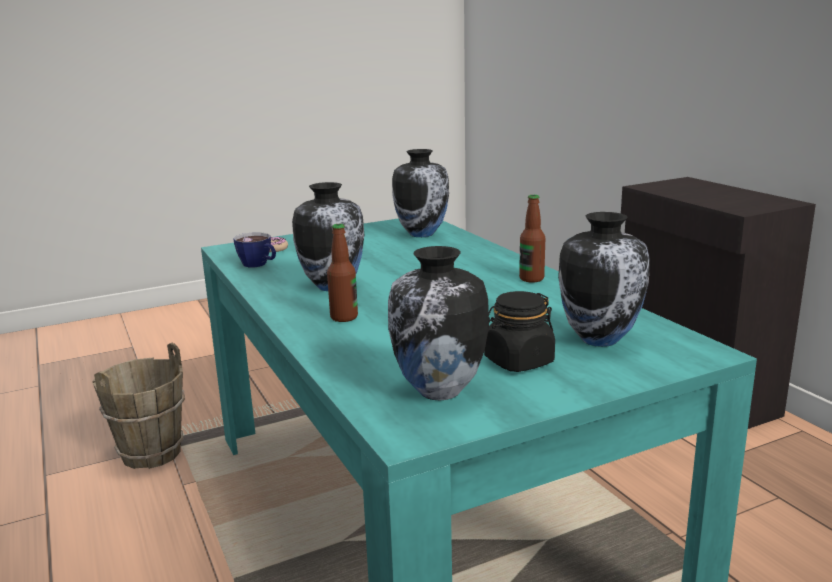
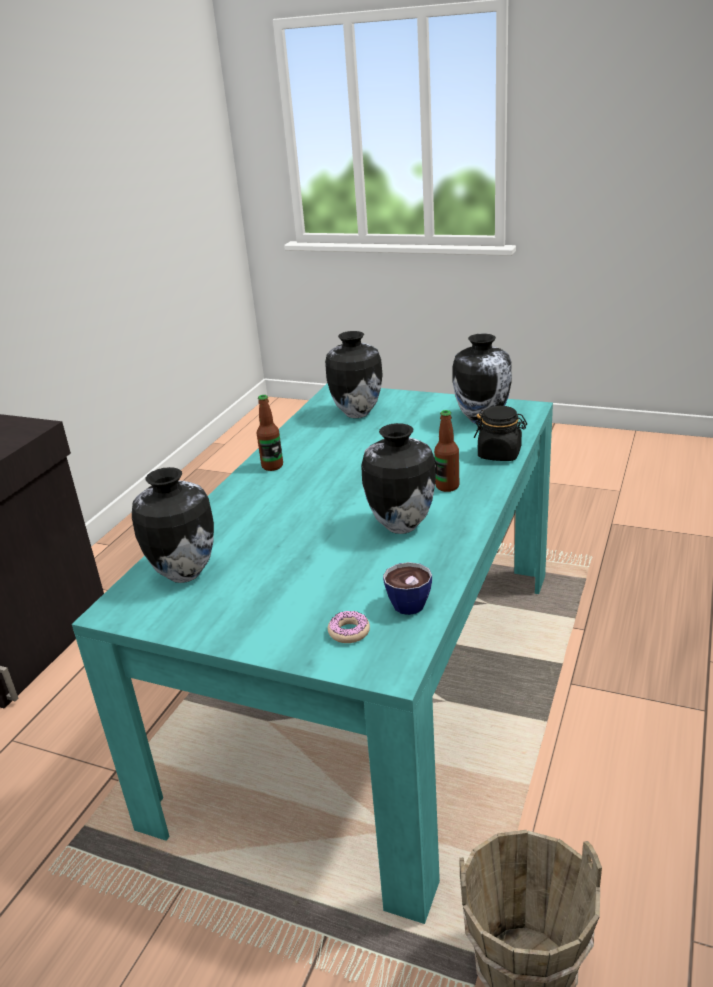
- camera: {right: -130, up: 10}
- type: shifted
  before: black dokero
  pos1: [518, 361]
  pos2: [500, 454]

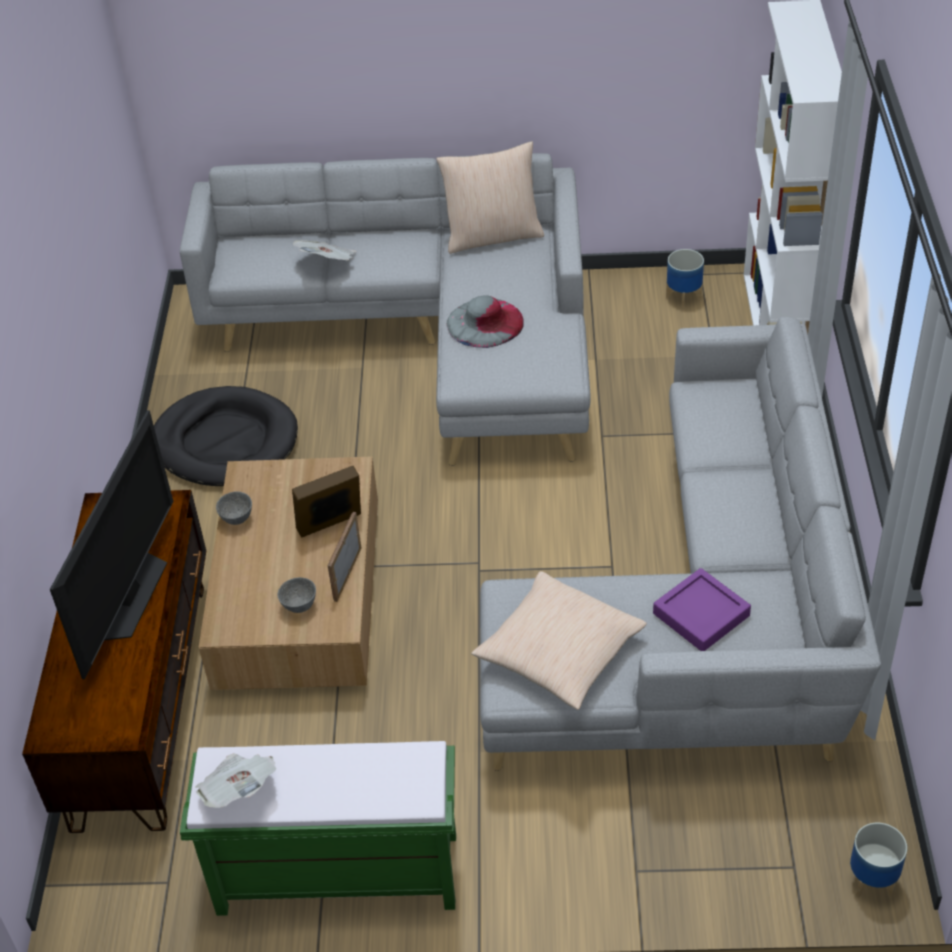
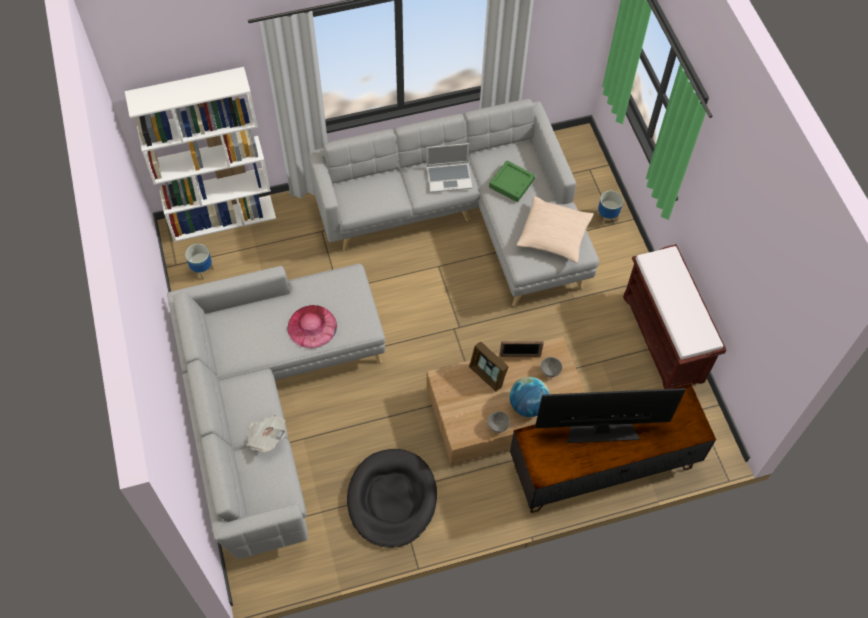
- camera: {right: -110, up: 15}
- type: repainted
  before: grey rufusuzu
  after: pink rufusuzu
  pos1: [485, 322]
  pos2: [312, 326]
- type: new
  after: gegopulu
  pos2: [449, 177]
- type: repainted
  before: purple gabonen
  after: green gabonen
  pos1: [701, 614]
  pos2: [511, 183]
- type: new
  after: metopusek
  pos2: [528, 405]
- type: shifted
  before: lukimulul
  pos1: [872, 882]
  pos2: [607, 217]
- type: repainted
  before: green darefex
  after: brown darefex
  pos1: [335, 875]
  pos2: [664, 339]
- type: gone
  before: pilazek
  pos1: [239, 790]
- type: gone
  before: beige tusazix
  pos1: [492, 236]

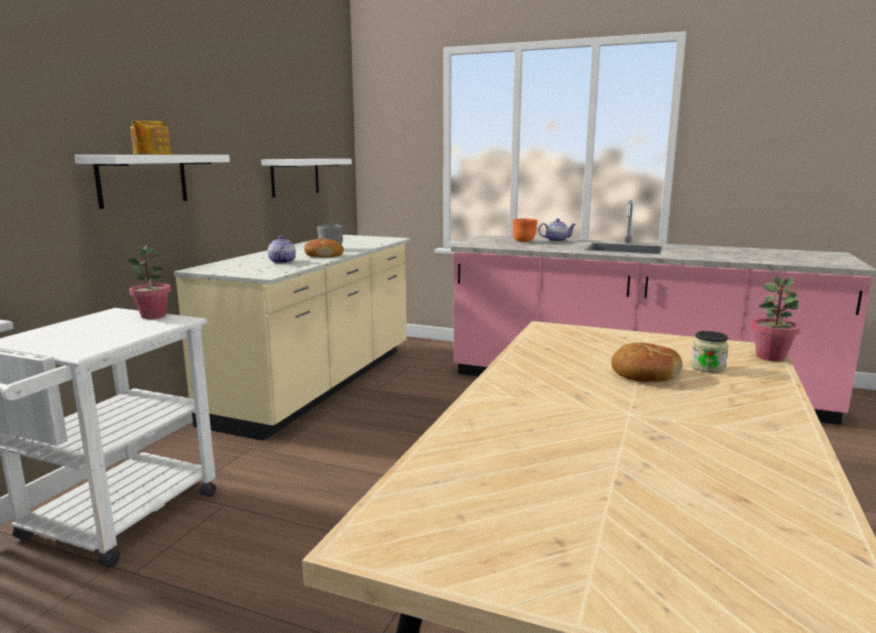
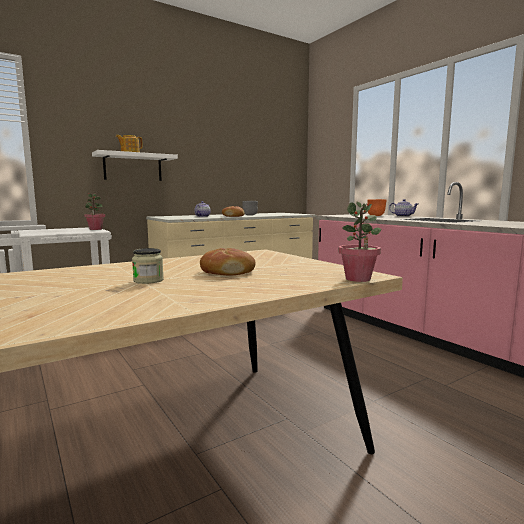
- camera: {right: 35, up: -5}
- type: shifted
  before: dokero
  pos1: [707, 367]
  pos2: [148, 280]
- type: gone
  before: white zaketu
  pos1: [295, 177]

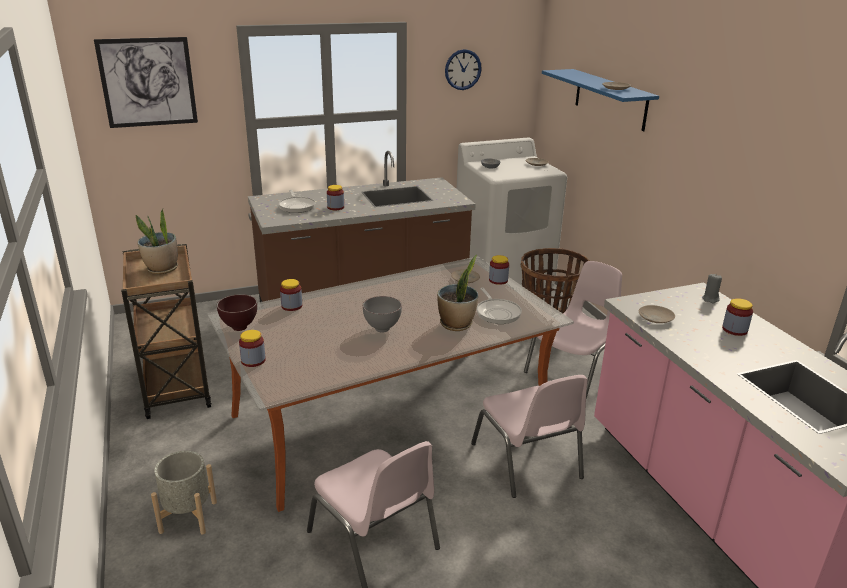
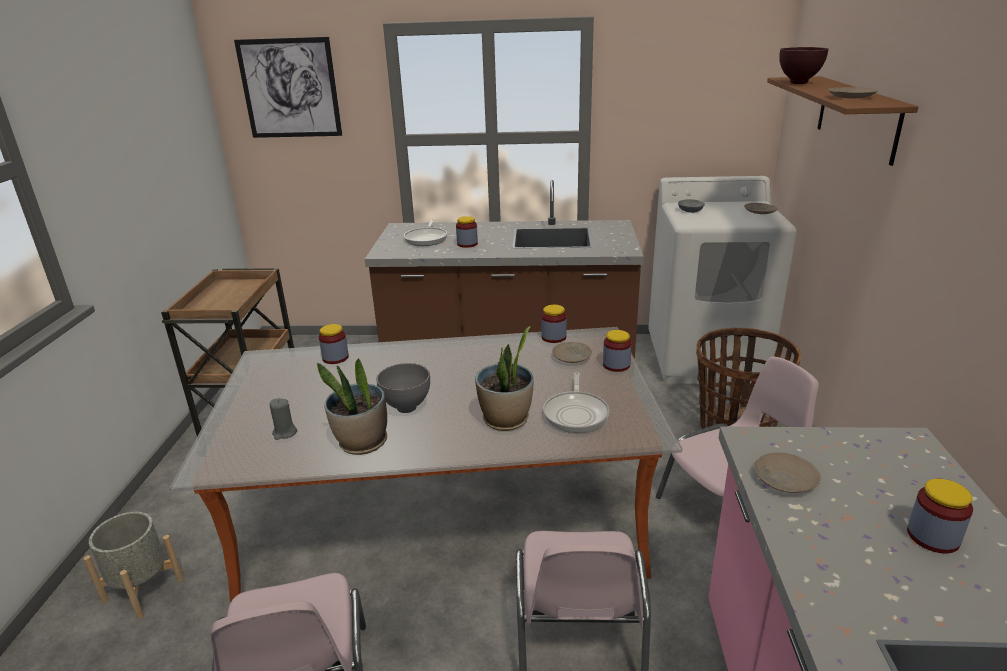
- camera: {right: 25, up: 0}
- type: shifted
  before: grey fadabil
  pos1: [710, 299]
  pos2: [284, 433]
- type: shifted
  before: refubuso
  pos1: [162, 269]
  pos2: [362, 443]
- type: shifted
  before: dokero
  pos1: [253, 360]
  pos2: [553, 337]
- type: repainted
  before: blue zaketu
  after: brown zaketu
  pos1: [610, 99]
  pos2: [857, 117]
- type: shifted
  before: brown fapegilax
  pos1: [238, 328]
  pos2: [797, 83]
- type: gone
  before: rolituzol
  pos1: [463, 69]

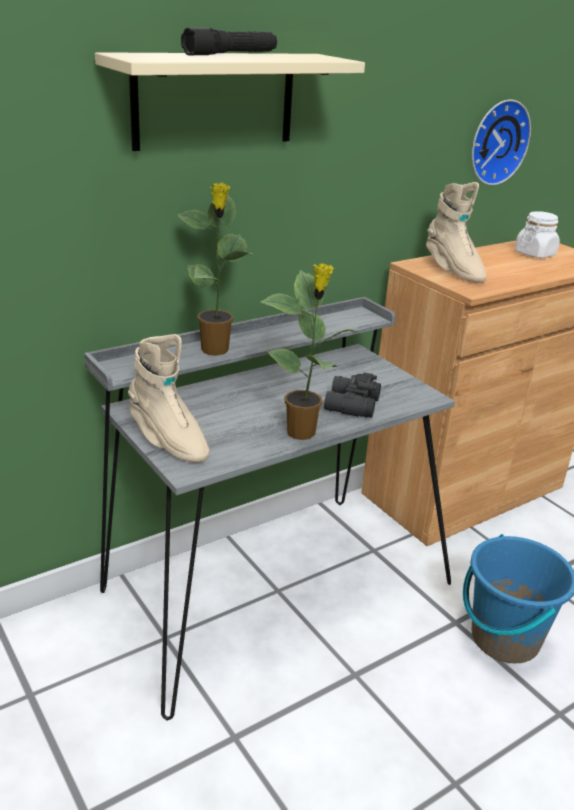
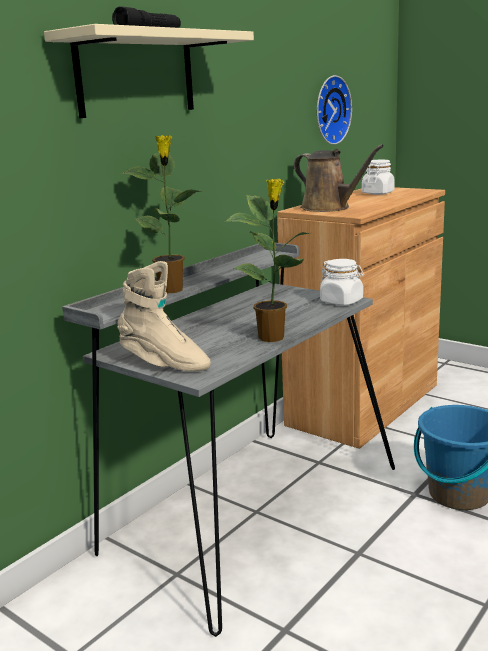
- camera: {right: -15, up: -10}
- type: swapped
  before: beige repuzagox
  after: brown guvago
  pos1: [452, 270]
  pos2: [329, 208]
- type: new
  after: white dokero
  pos2: [342, 301]
- type: gone
  before: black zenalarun
  pos1: [350, 405]

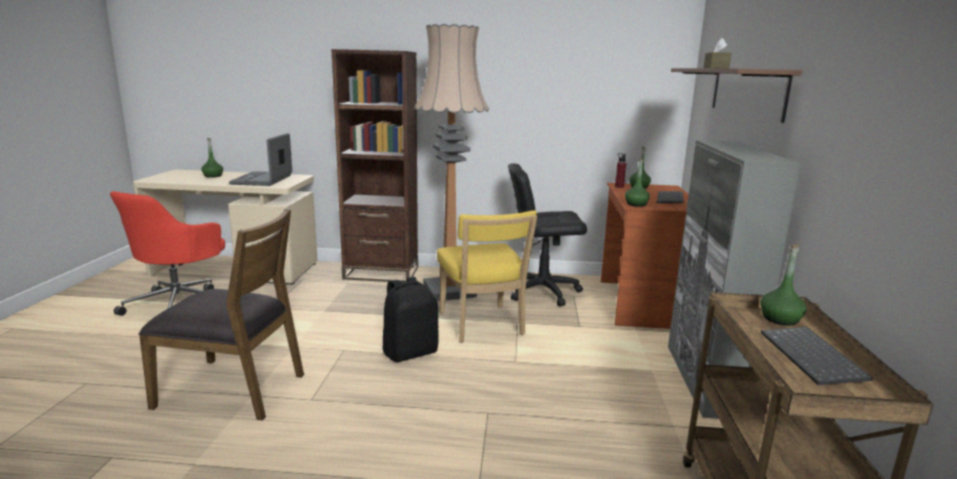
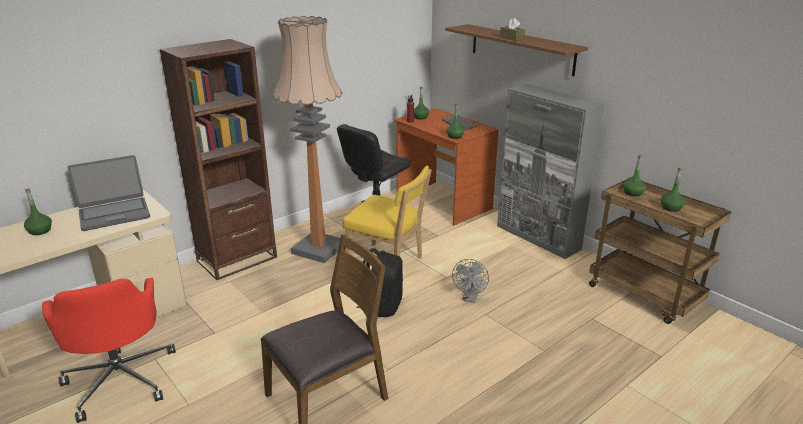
- camera: {right: -45, up: 10}
- type: rotated
  before: gegopulu
  pos1: [263, 180]
  pos2: [114, 214]
  turn: -75
- type: new
  after: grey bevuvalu
  pos2: [470, 298]
- type: swapped
  before: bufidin
  after: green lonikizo
  pos1: [814, 358]
  pos2: [671, 208]

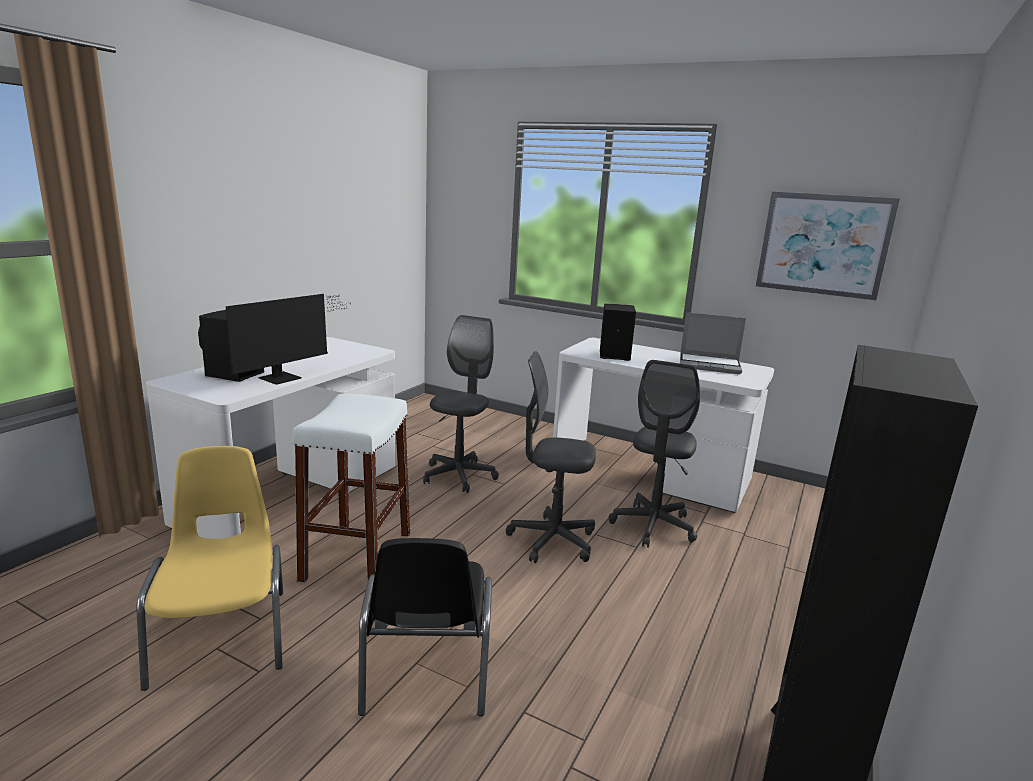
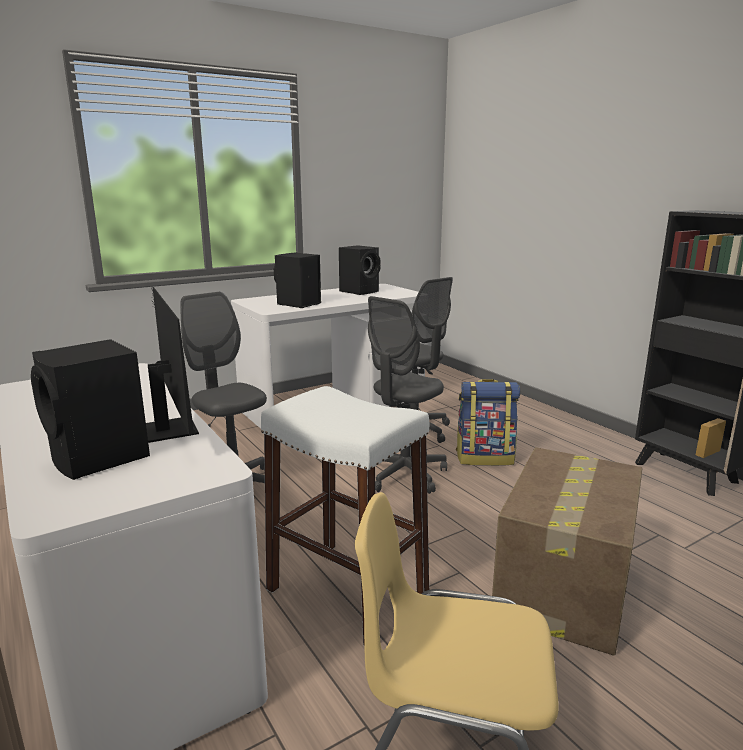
- camera: {right: -60, up: 0}
- type: swapped
  before: gegopulu
  after: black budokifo
  pos1: [710, 365]
  pos2: [360, 291]
- type: new
  after: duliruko
  pos2: [485, 457]
- type: swapped
  before: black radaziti
  after: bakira
  pos1: [426, 668]
  pos2: [564, 586]
- type: gone
  before: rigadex
  pos1: [823, 244]

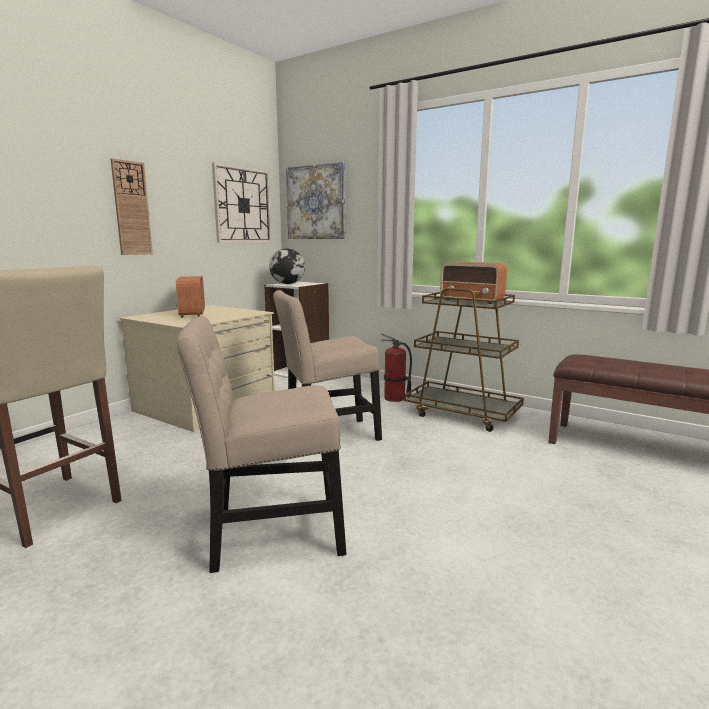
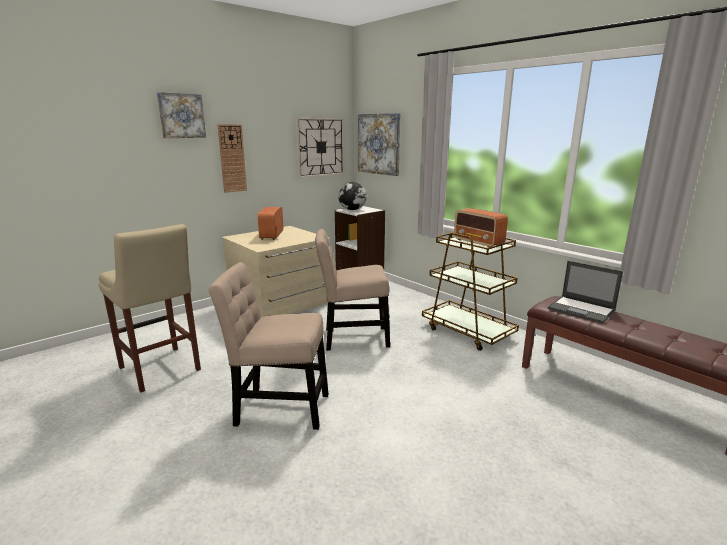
- camera: {right: 15, up: 5}
- type: new
  after: rigadex
  pos2: [181, 116]
- type: new
  after: gegopulu
  pos2: [582, 310]
- type: gone
  before: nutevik
  pos1: [394, 398]

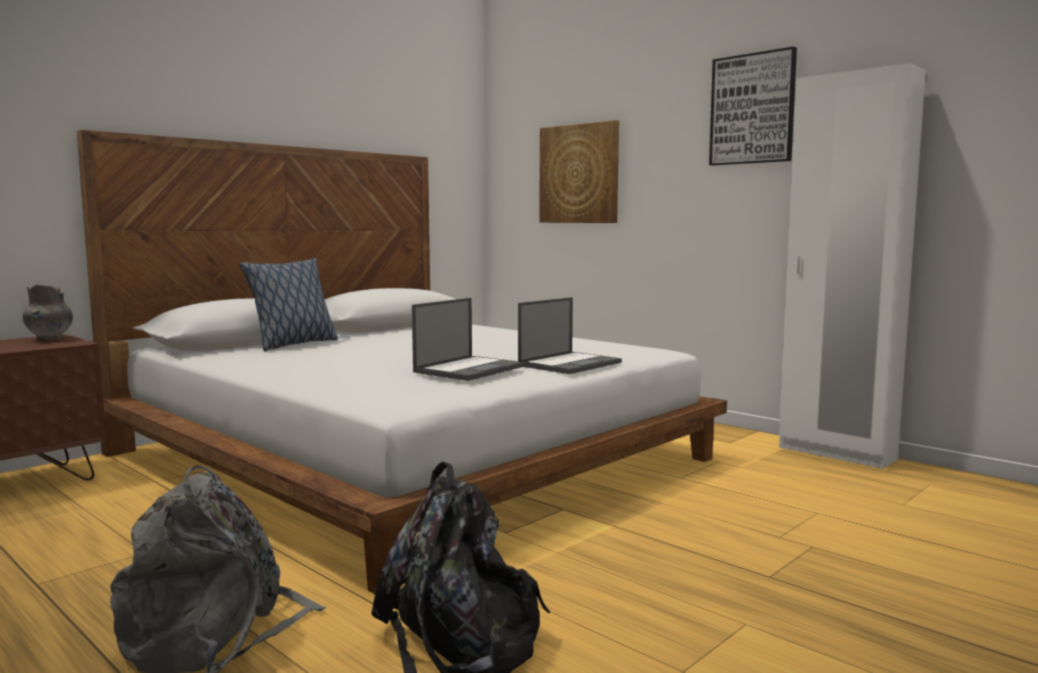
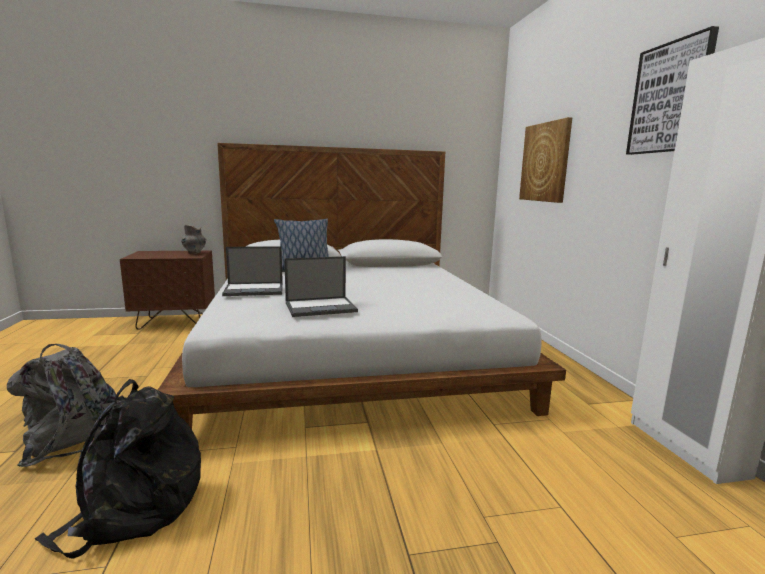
- camera: {right: 35, up: 5}
- type: shifted
  before: gegopulu
  pos1: [570, 364]
  pos2: [255, 290]

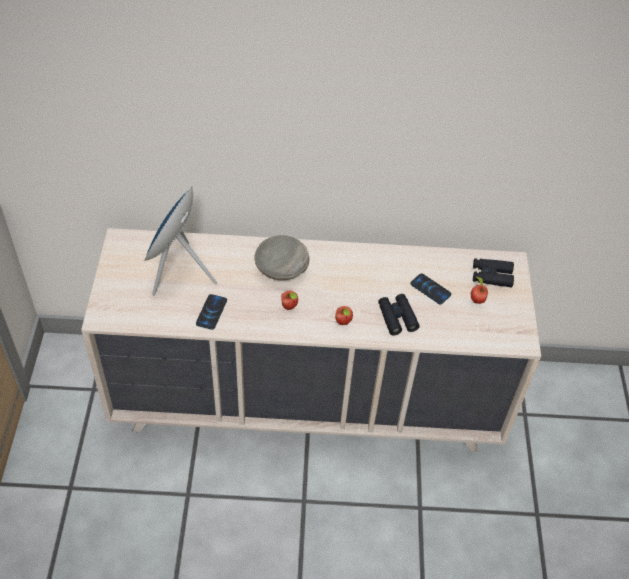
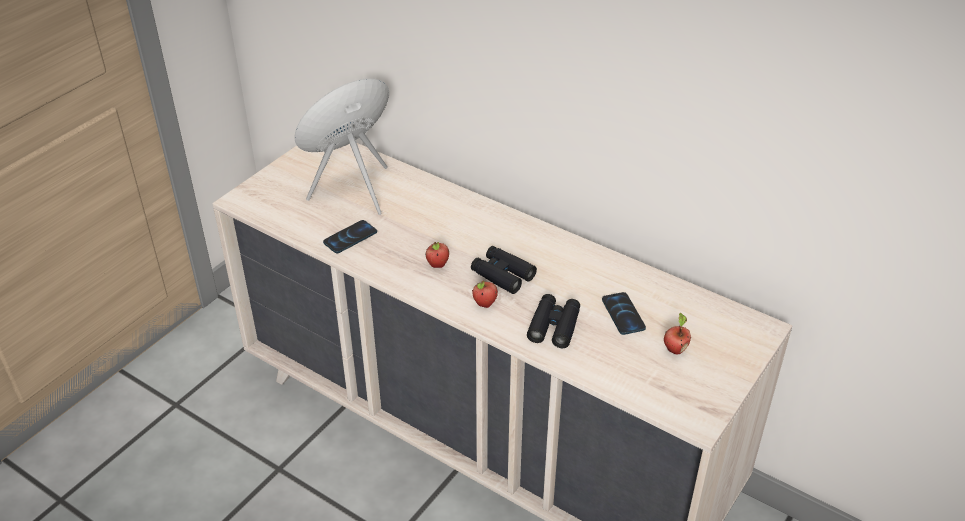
- camera: {right: 35, up: -10}
- type: shifted
  before: black zenalarun
  pos1: [491, 276]
  pos2: [502, 275]
- type: gone
  before: grey fapegilax
  pos1: [281, 268]

